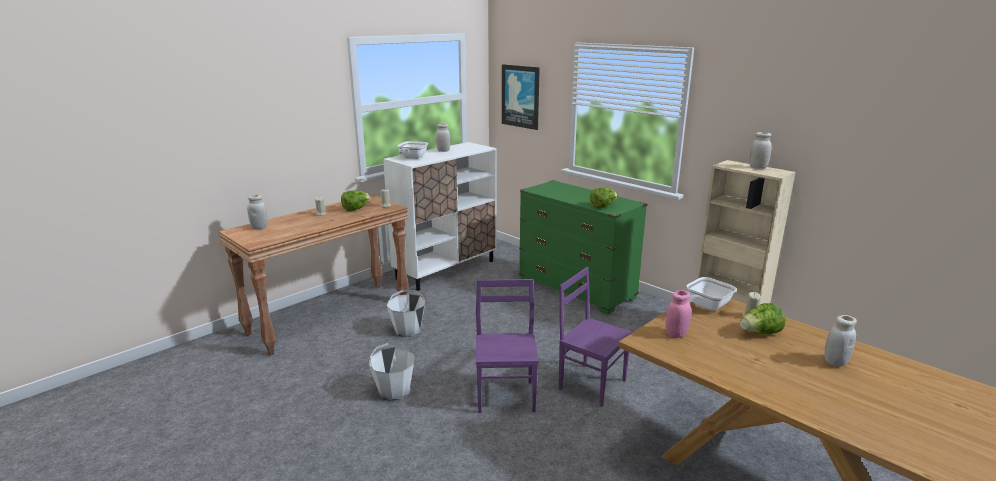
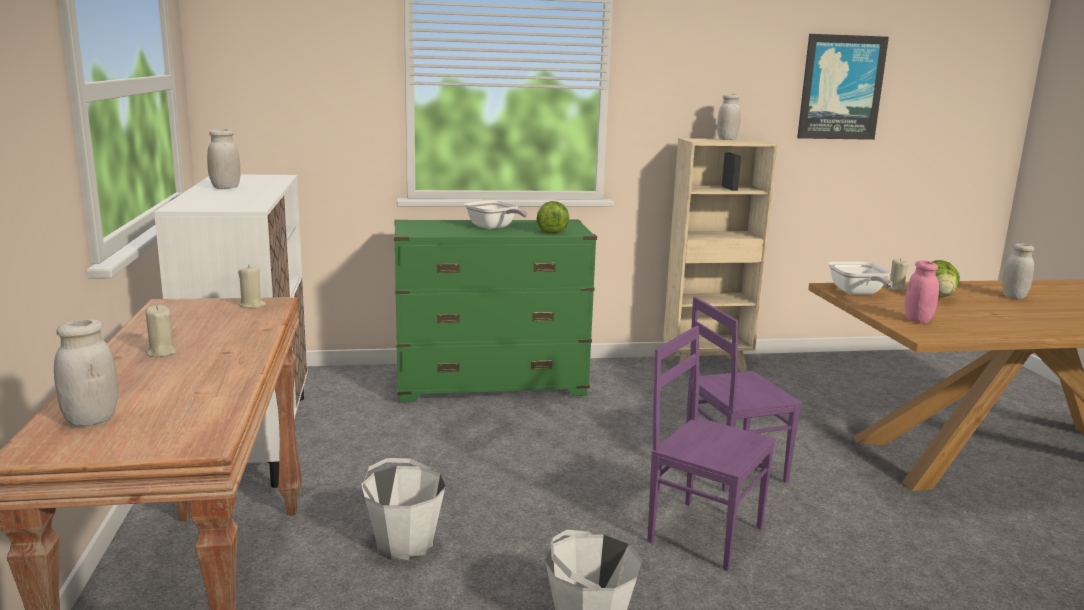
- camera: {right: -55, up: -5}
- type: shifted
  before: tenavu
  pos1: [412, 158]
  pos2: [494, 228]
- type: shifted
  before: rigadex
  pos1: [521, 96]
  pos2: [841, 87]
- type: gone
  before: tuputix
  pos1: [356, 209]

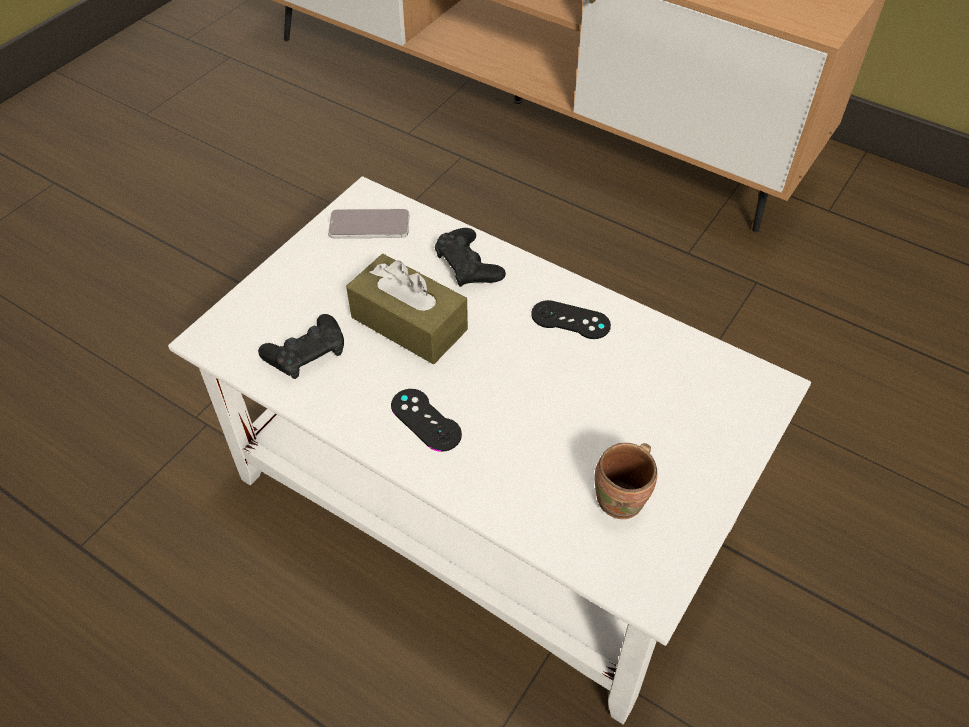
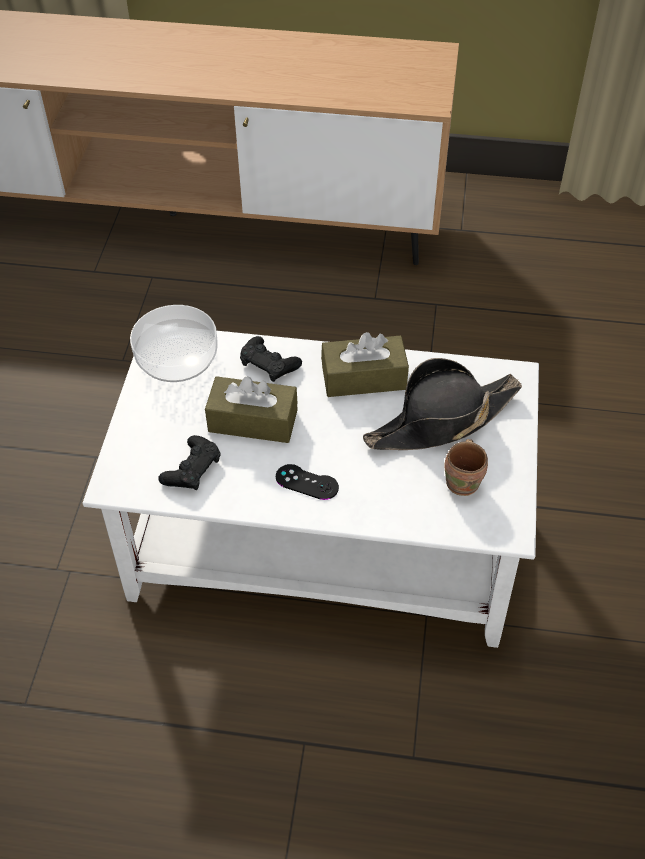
- camera: {right: -25, up: 0}
- type: swapped
  before: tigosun
  after: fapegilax
  pos1: [369, 225]
  pos2: [176, 359]
- type: swapped
  before: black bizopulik
  after: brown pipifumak
  pos1: [570, 320]
  pos2: [364, 378]
- type: new
  after: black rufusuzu
  pos2: [441, 420]

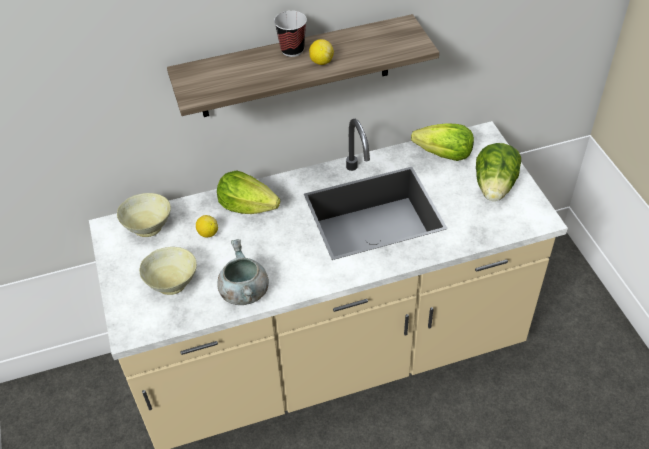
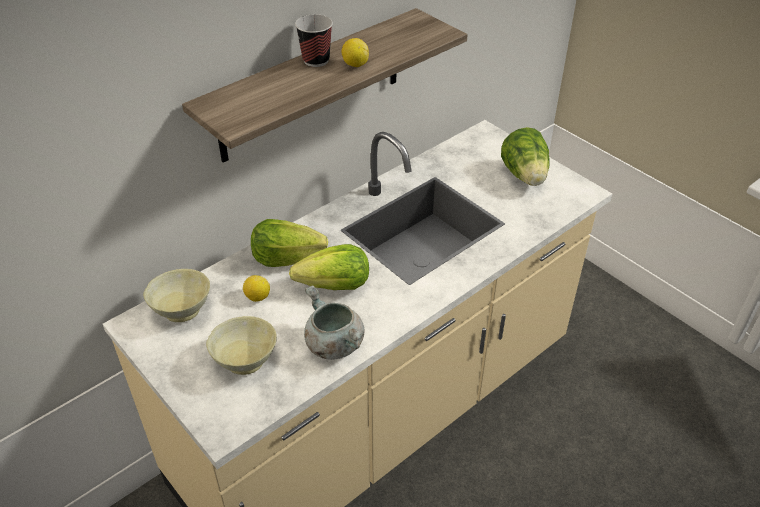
- camera: {right: -25, up: -5}
- type: shifted
  before: tuputix
  pos1: [444, 155]
  pos2: [335, 286]

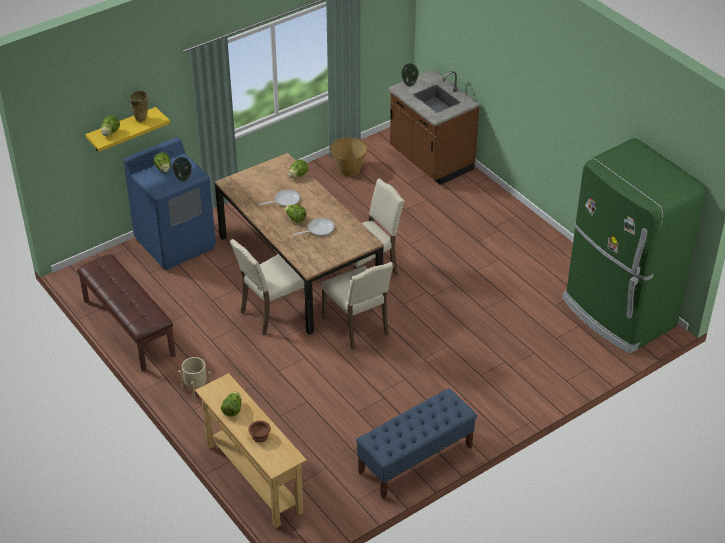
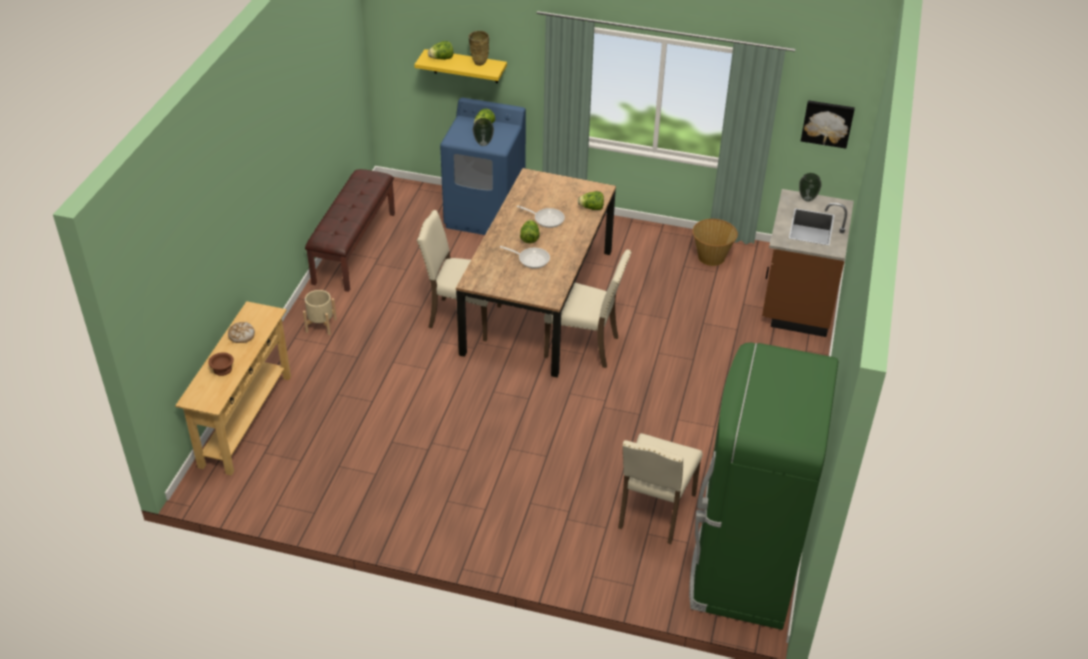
- camera: {right: 50, up: 0}
- type: swapped
  before: tuputix
  after: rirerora
  pos1: [232, 409]
  pos2: [241, 335]
- type: shifted
  before: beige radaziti
  pos1: [358, 326]
  pos2: [654, 511]
- type: new
  after: rigadex
  pos2: [827, 123]
- type: gone
  before: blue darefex
  pos1: [415, 460]

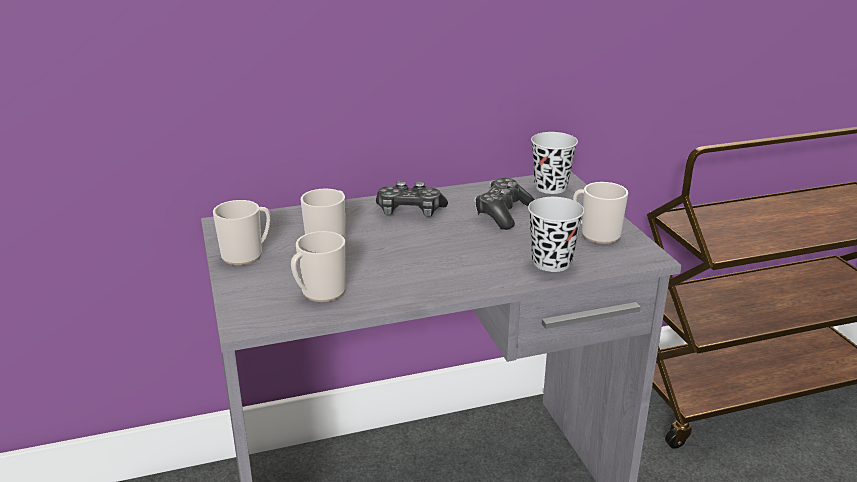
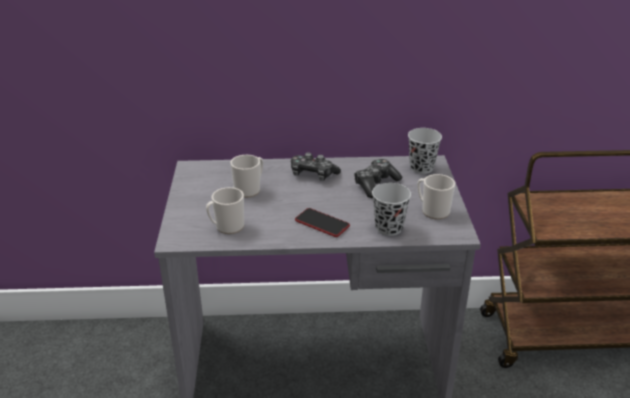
- camera: {right: 15, up: 5}
- type: new
  after: tigosun
  pos2: [322, 223]
- type: gone
  before: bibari
  pos1: [246, 254]

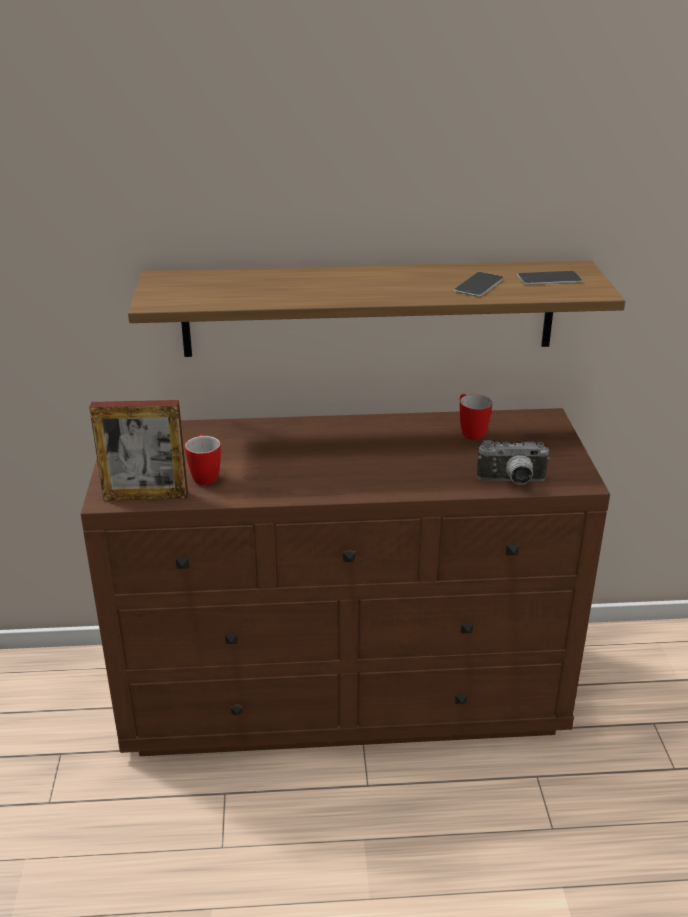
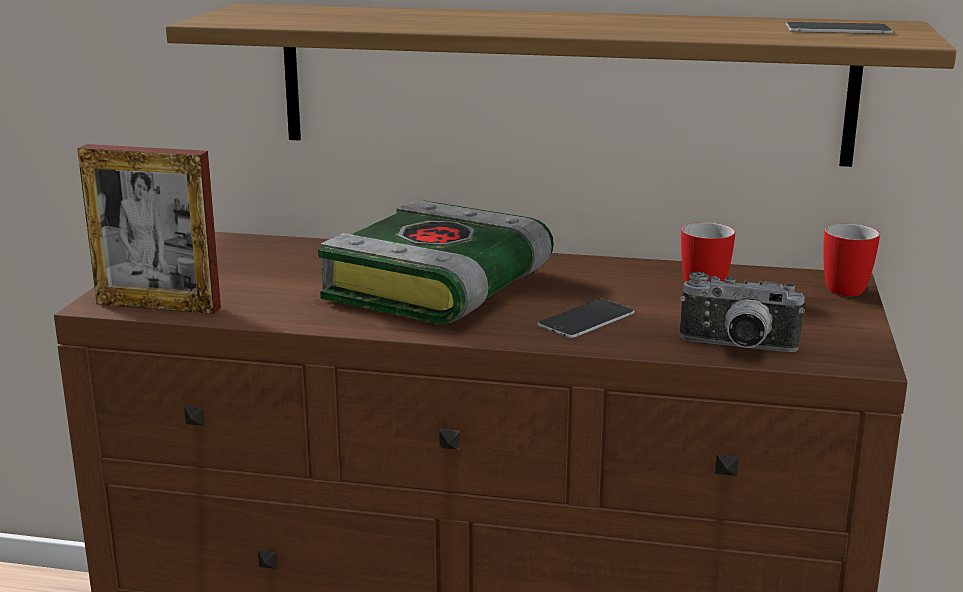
- camera: {right: 15, up: -10}
- type: new
  after: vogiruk
  pos2: [439, 289]
- type: shifted
  before: tigosun
  pos1: [479, 285]
  pos2: [586, 319]
- type: shifted
  before: bibari
  pos1: [205, 475]
  pos2: [843, 286]

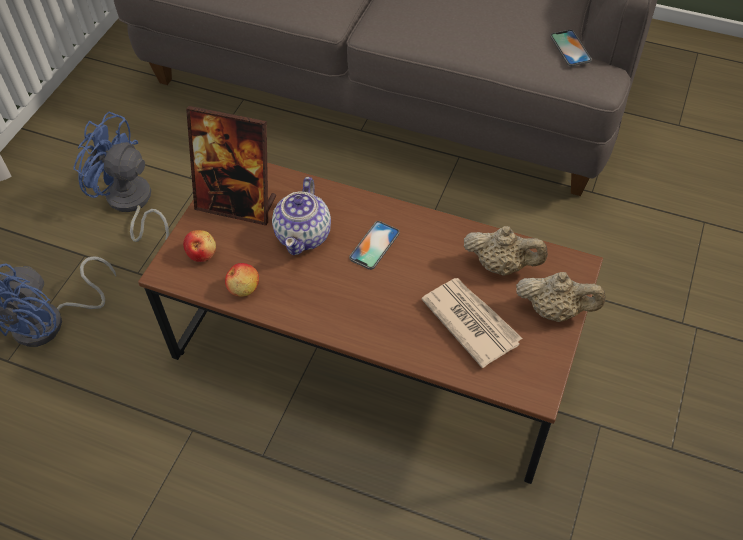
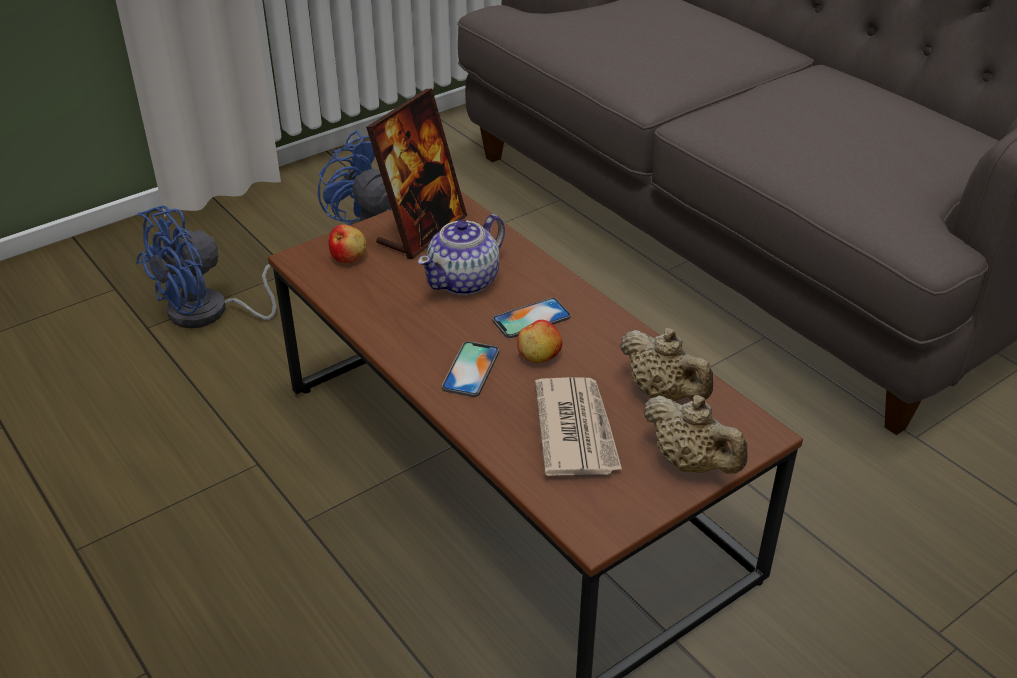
- camera: {right: 30, up: -15}
- type: rotated
  before: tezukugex
  pos1: [237, 204]
  pos2: [421, 231]
  turn: -105
- type: shifted
  before: tigosun
  pos1: [570, 48]
  pos2: [471, 369]
- type: shifted
  before: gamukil
  pos1: [244, 288]
  pos2: [539, 356]

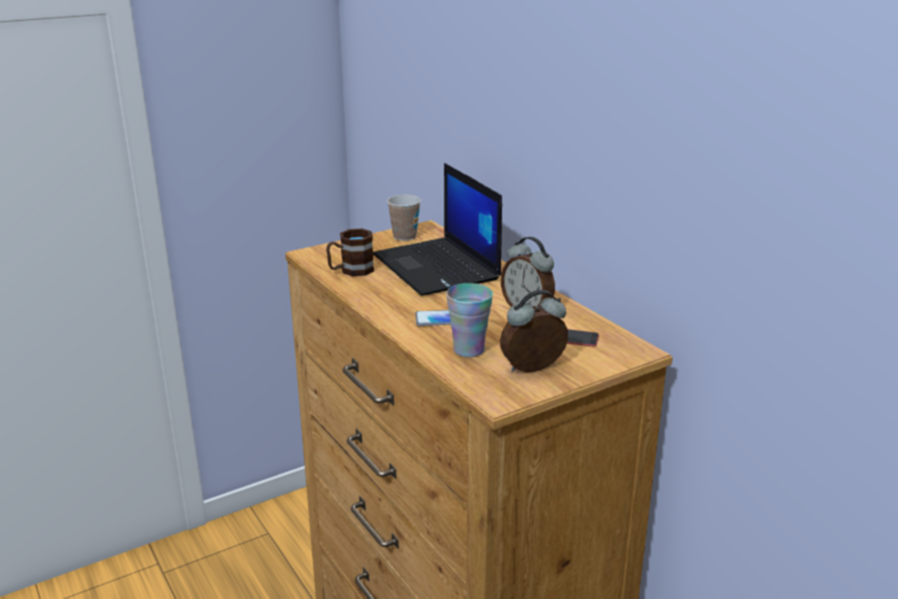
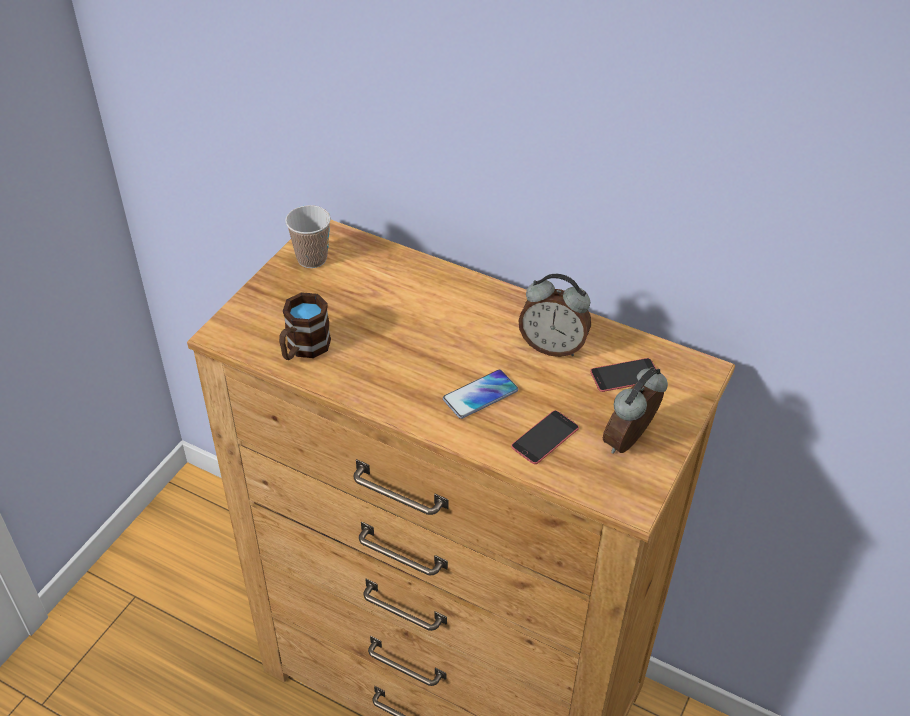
- camera: {right: -30, up: 20}
- type: swapped
  before: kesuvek
  after: tigosun
  pos1: [468, 350]
  pos2: [545, 437]
- type: gone
  before: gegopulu
  pos1: [438, 267]

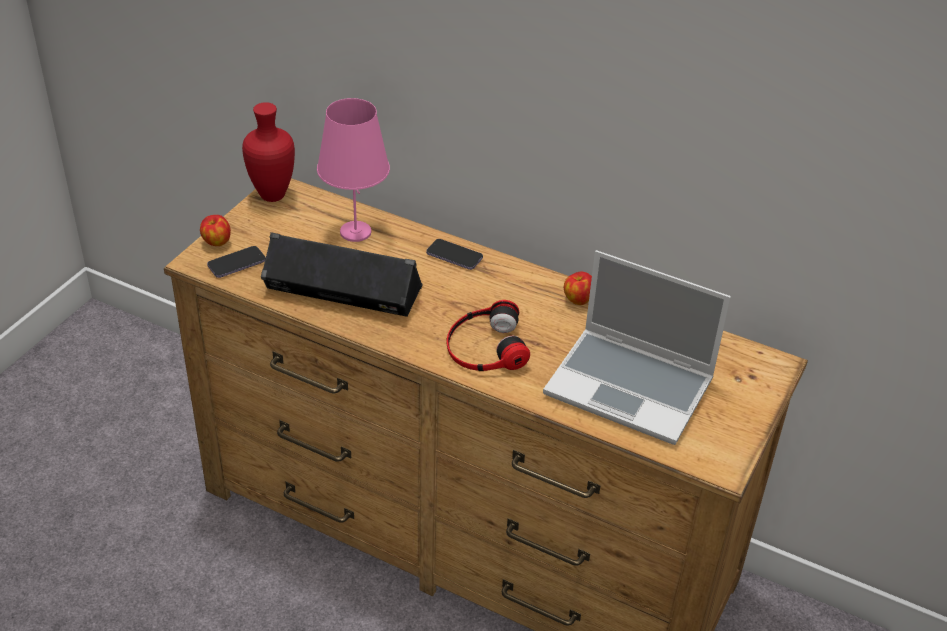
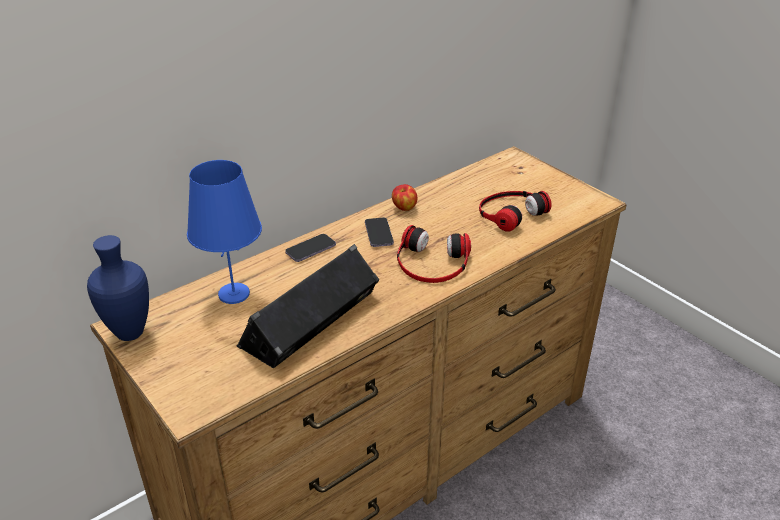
- camera: {right: -65, up: -5}
- type: repainted
  before: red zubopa
  after: blue zubopa
  pos1: [270, 195]
  pos2: [129, 334]
- type: repainted
  before: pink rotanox
  after: blue rotanox
  pos1: [355, 232]
  pos2: [234, 294]
- type: shifted
  before: tigosun
  pos1: [237, 263]
  pos2: [378, 234]
- type: swapped
  before: gegopulu
  after: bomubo
  pos1: [631, 387]
  pos2: [509, 213]
- type: gone
  before: gamukil
  pos1: [216, 242]

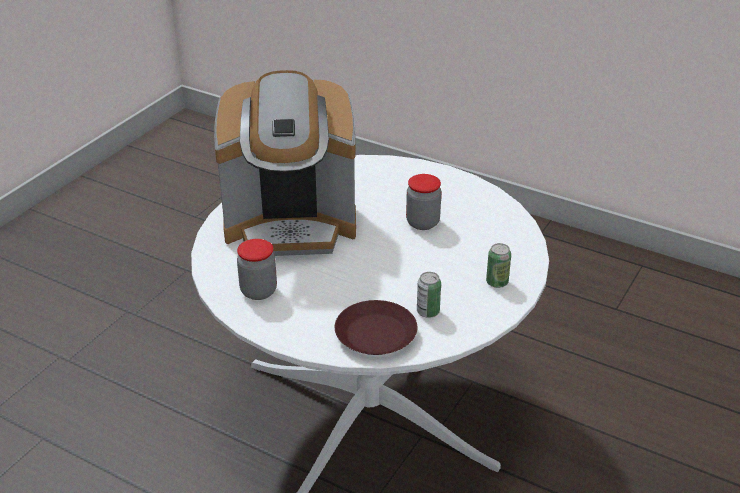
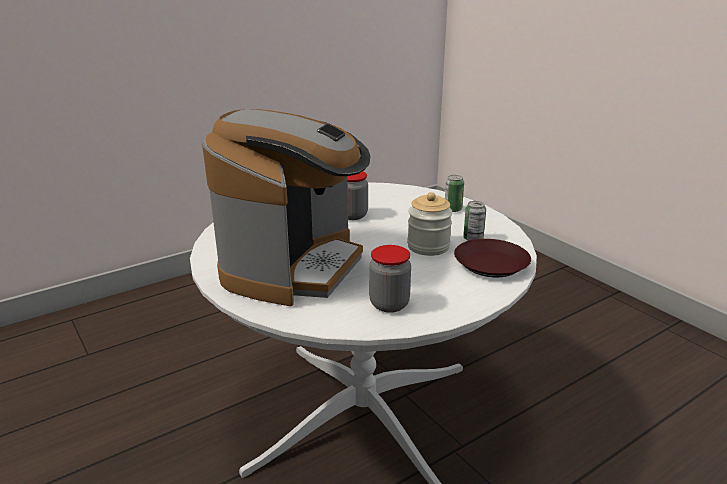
- camera: {right: -65, up: -10}
- type: new
  after: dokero
  pos2: [428, 246]

